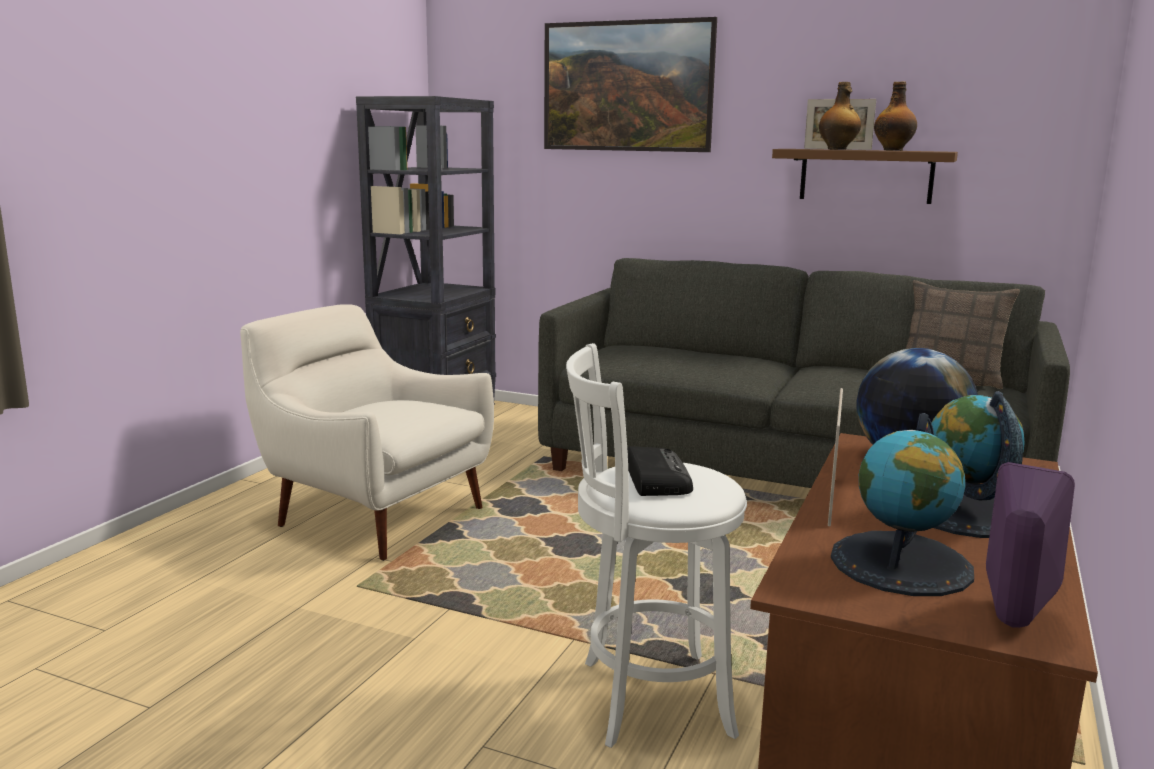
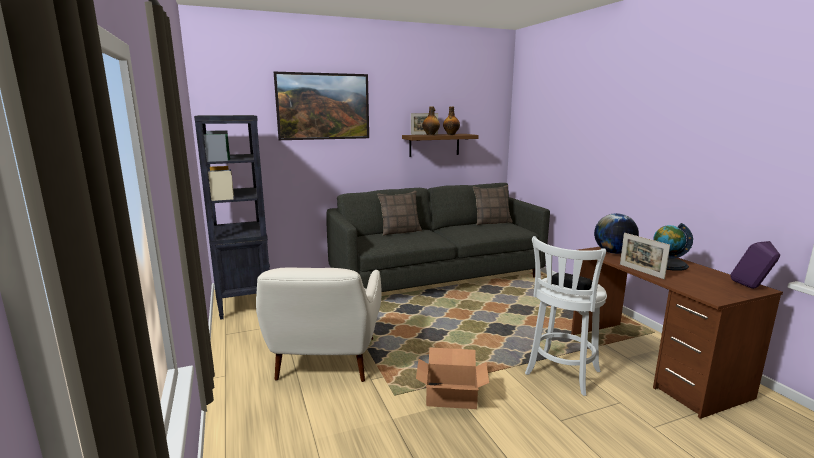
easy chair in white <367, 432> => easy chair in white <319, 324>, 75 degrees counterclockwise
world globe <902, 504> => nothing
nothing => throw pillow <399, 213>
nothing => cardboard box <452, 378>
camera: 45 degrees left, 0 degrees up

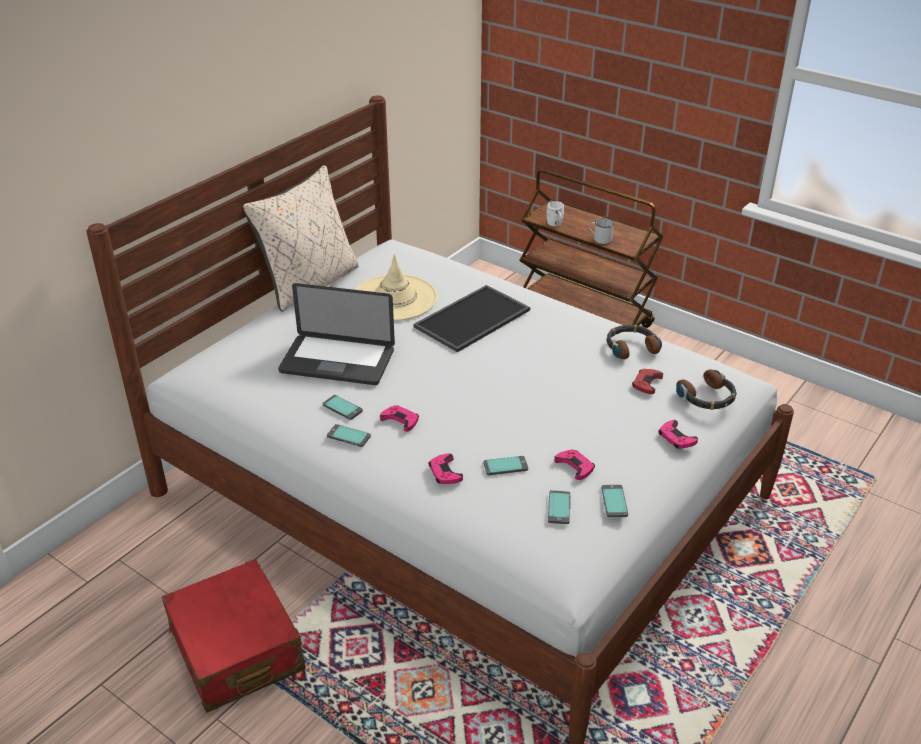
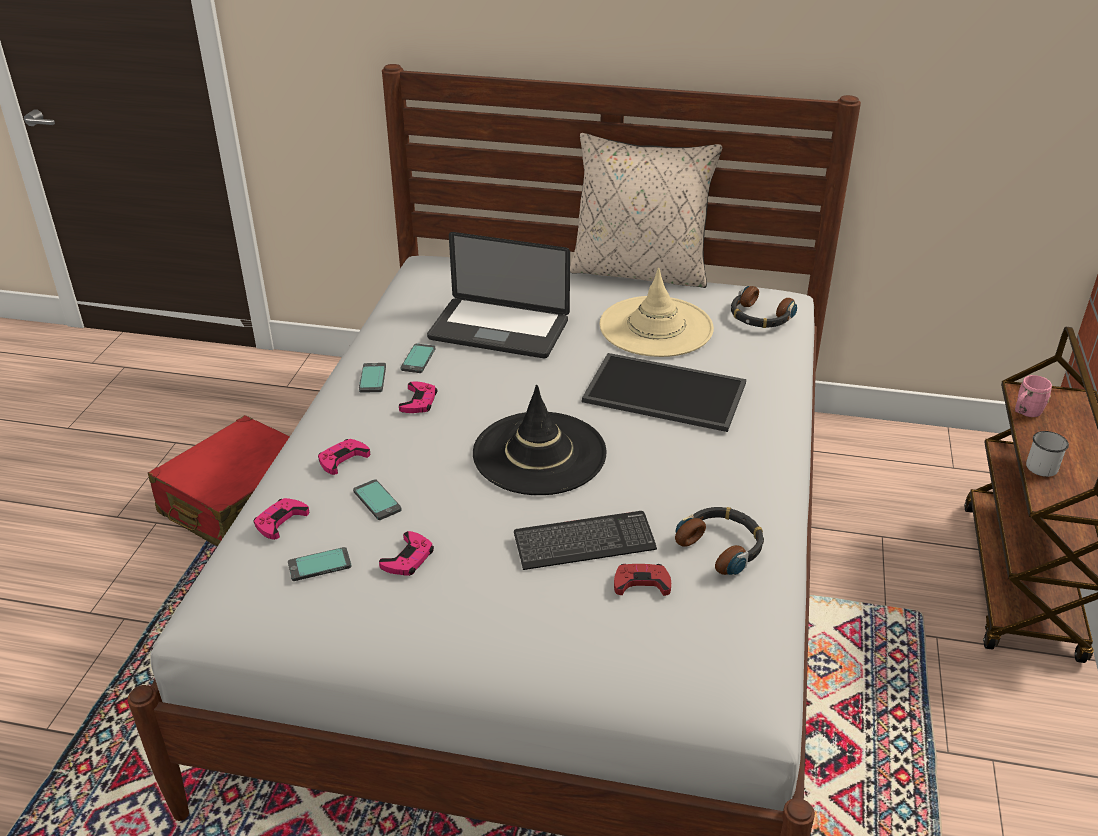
notebook computer <336, 334> => notebook computer <498, 295>, 60 degrees counterclockwise
tea mug in white <555, 214> => tea mug in pinkish <1033, 396>
handset <615, 501> => nothing
game controller in pinkish <678, 434> => game controller in pinkish <281, 519>, relocated
headphones <706, 390> => headphones <764, 307>, relocated
nothing => wearable hat in blackish <539, 440>
nothing => keyboard <585, 540>
camera: 65 degrees right, 0 degrees up

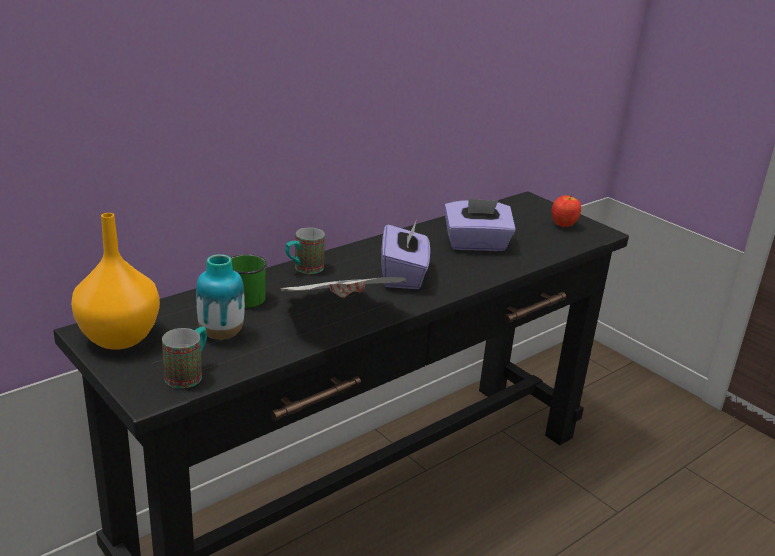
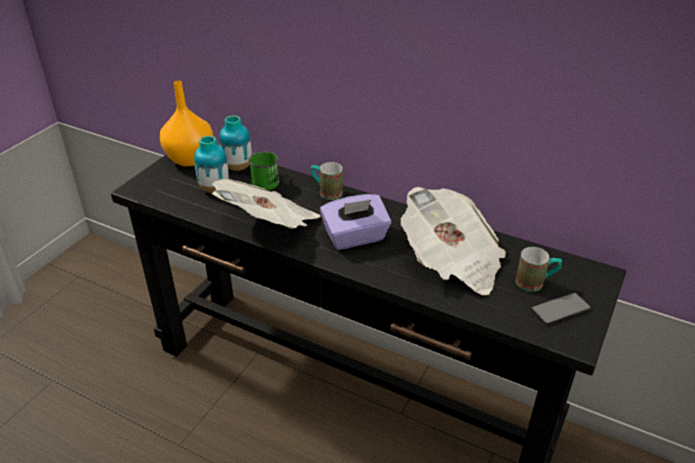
tea mug <184, 358> => tea mug <539, 269>, relocated
tissue box in purple <480, 224> => newspaper <453, 241>
apple <566, 211> => handset <561, 309>
nothing => vase <235, 143>
camera: 70 degrees right, 10 degrees up

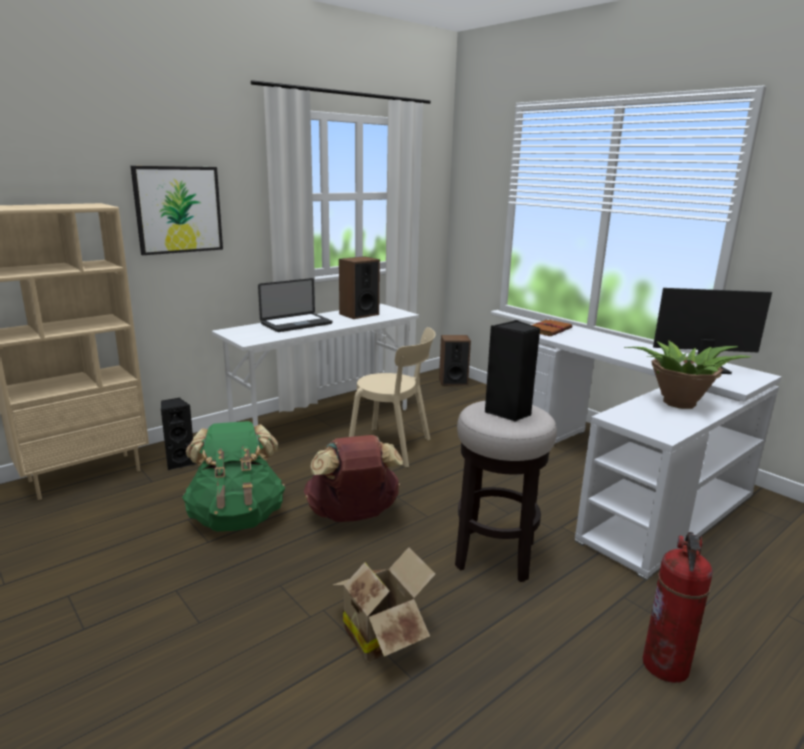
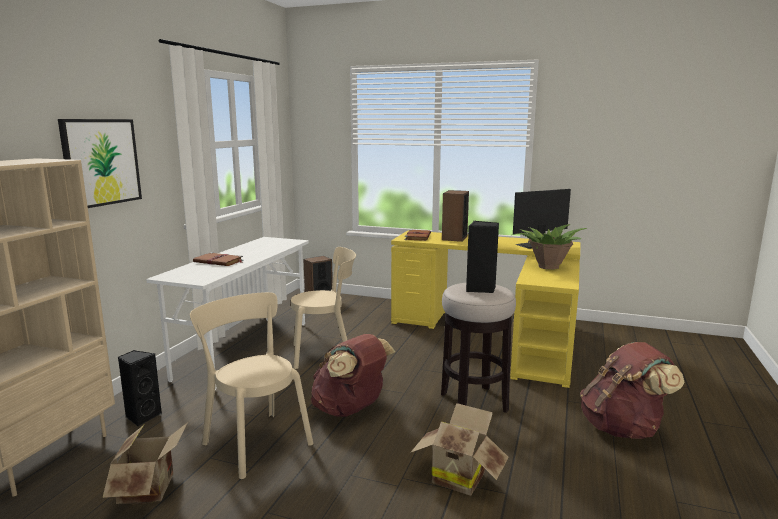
knapsack in green-coloured <233, 476> => chair in sand-coloured <251, 385>
notebook computer <295, 305> => volume in brown <218, 259>
loudspeaker <359, 287> => loudspeaker <455, 216>, relocated
desk unit in white <655, 450> => desk unit in yellow-coloured <486, 309>
fire extinguisher <678, 607> => knapsack in brown <632, 390>
nothing => cardboard box <145, 463>
camera: 30 degrees left, 5 degrees down

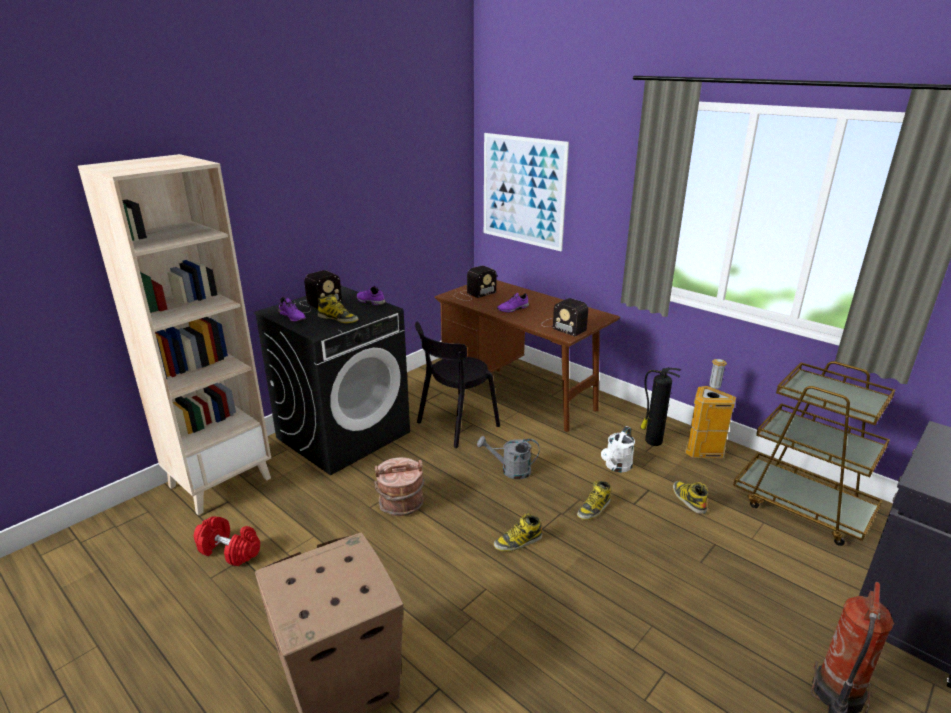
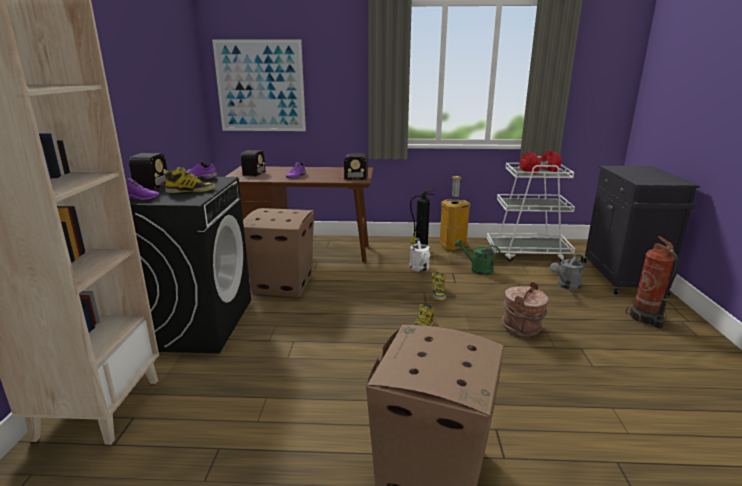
hand weight in reddish <227, 541> => hand weight in reddish <540, 162>, relocated
bucket in brown <399, 486> => bucket in brown <525, 309>, relocated
chair in blackish <457, 385> => cardboard box <278, 252>
sprinkling can in gray <508, 457> => sprinkling can in gray <567, 272>, relocated
tall boot <690, 497> => sprinkling can in green-coloured <478, 257>
trolley in brown <814, 453> => trolley in white <531, 209>
camera: 40 degrees left, 5 degrees down

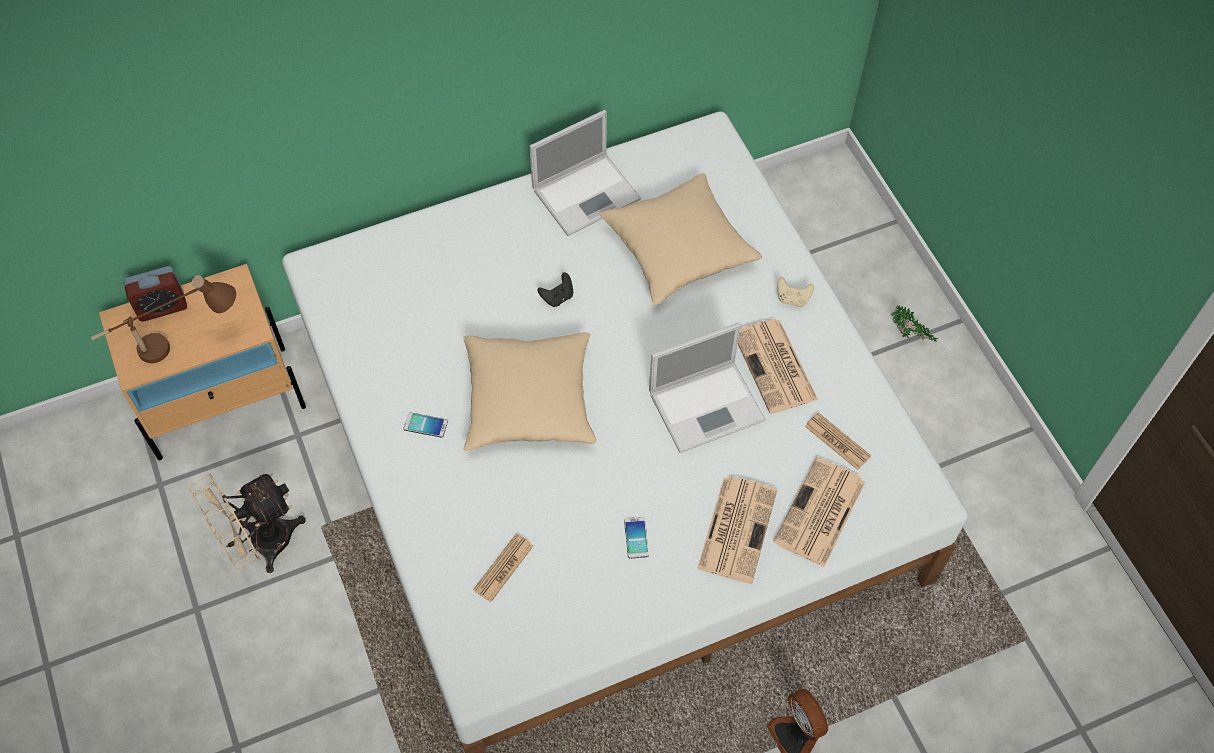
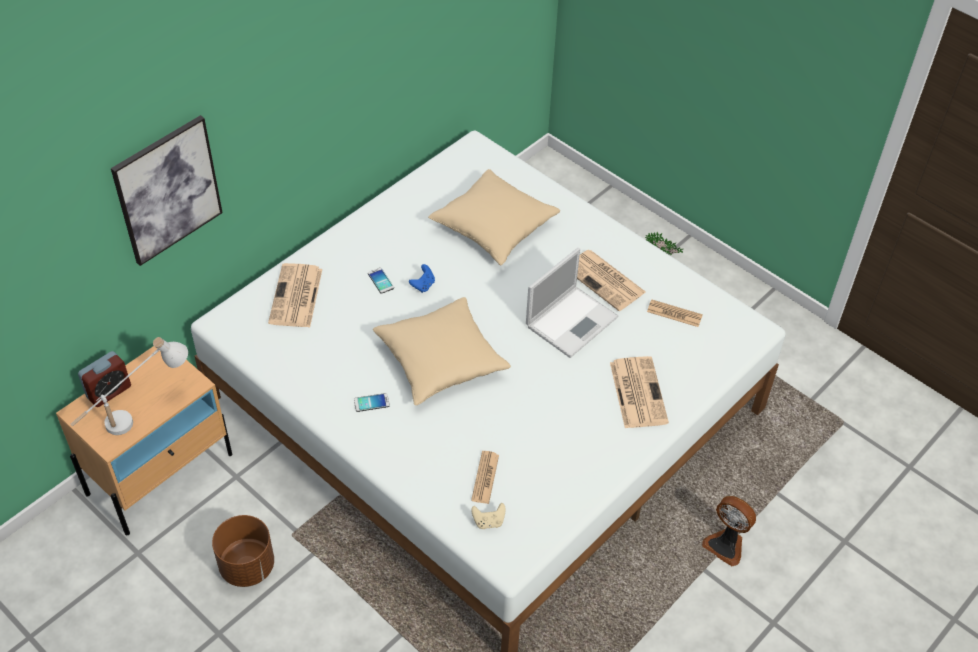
tabletop lamp in brown <163, 319> => tabletop lamp in white <129, 386>
electric fan in sand-coloured <247, 523> => flower pot in brown <243, 551>
notebook computer <585, 173> => nothing
game controller in blackish <555, 289> => game controller in blue <422, 278>
handset <636, 538> => handset <381, 281>, relocated
newspaper <819, 512> => newspaper <295, 295>, relocated
game controller in sand-coloured <795, 292> => game controller in sand-coloured <488, 516>, relocated
nothing => wall art <167, 190>
camera: 25 degrees left, 10 degrees down

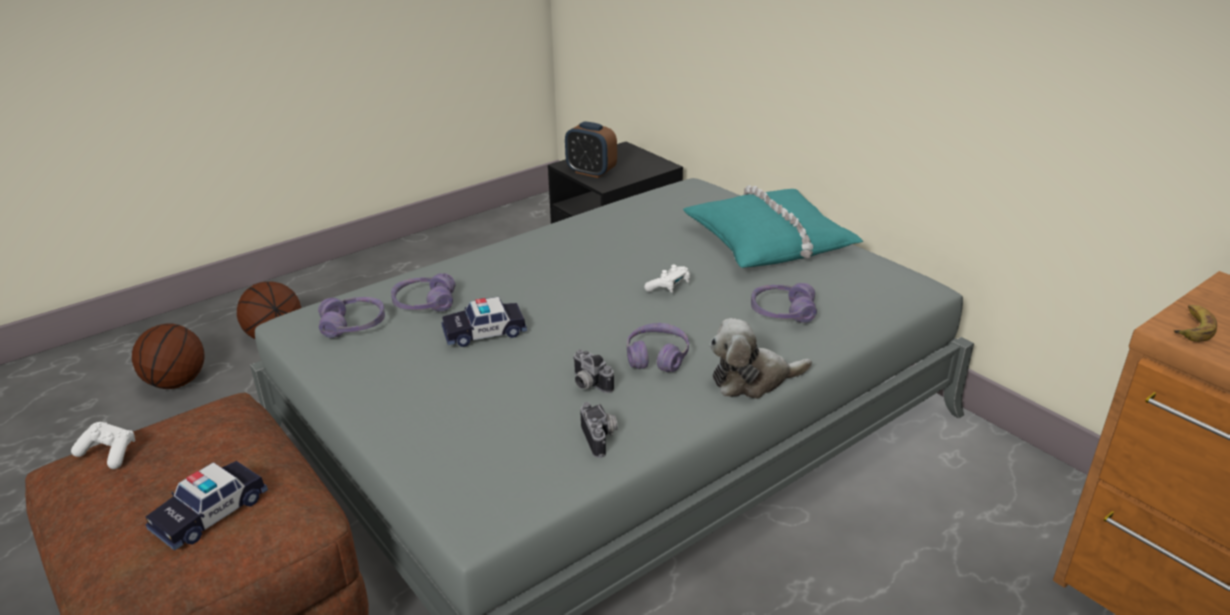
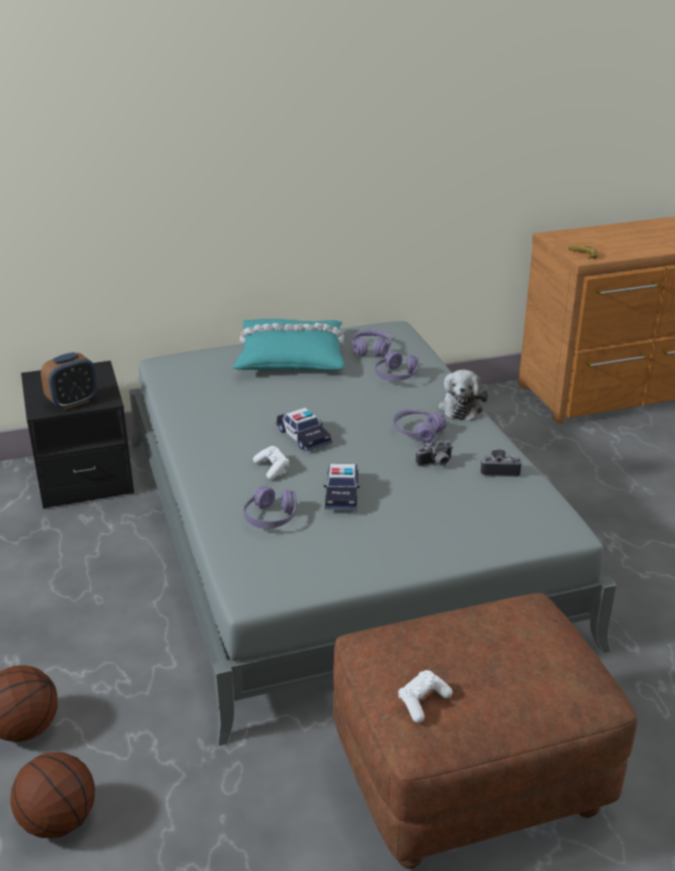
toy car <206, 506> => toy car <304, 429>, relocated
headphones in purple <351, 317> => headphones in purple <371, 343>, relocated
game controller in white <667, 279> => game controller in white <271, 463>, relocated
camera: 70 degrees left, 0 degrees up

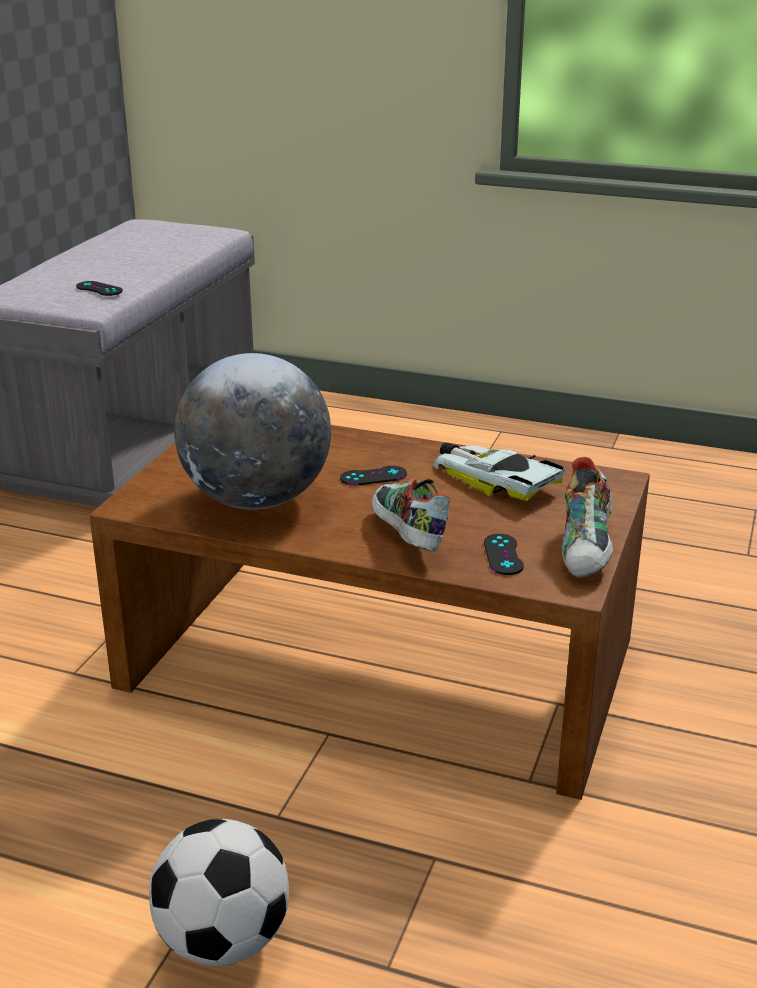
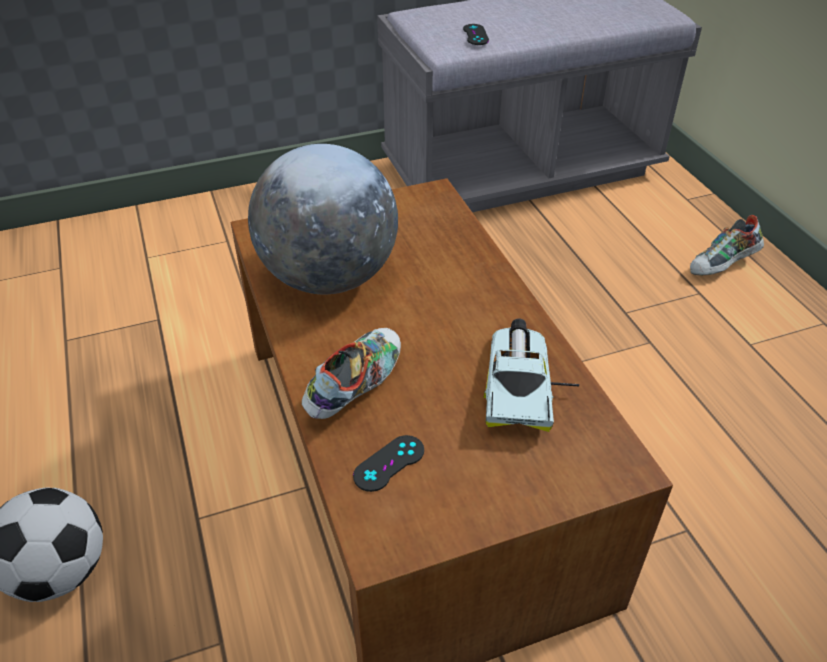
game controller in blackish <373, 476> => nothing
low shoe <587, 517> => low shoe <727, 245>, relocated
camera: 50 degrees right, 15 degrees up

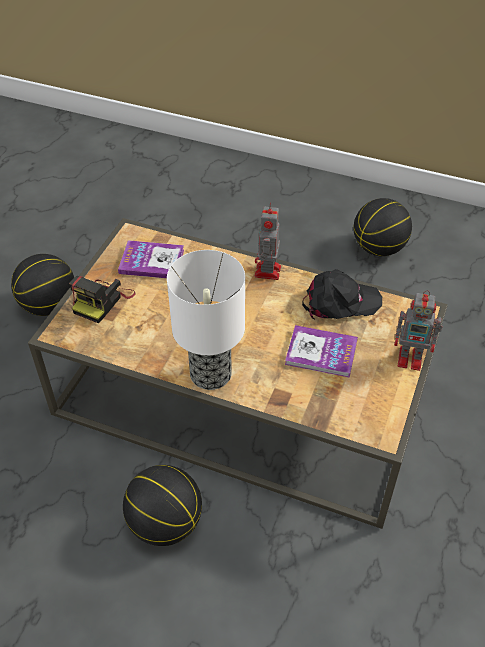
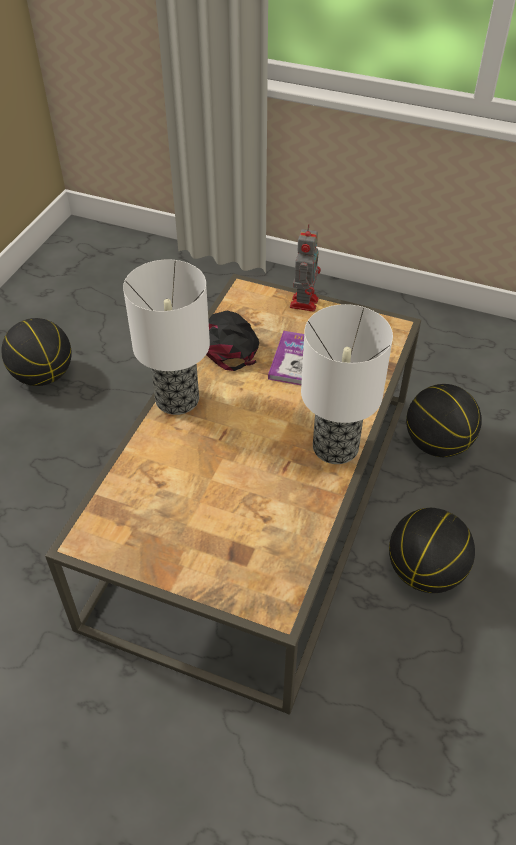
basketball <42, 285> => basketball <444, 420>, relocated
photo camera <102, 299> => nothing
volume <151, 259> => nothing
toy robot <268, 241> => tabletop lamp <166, 337>
camera: 90 degrees left, 0 degrees up

